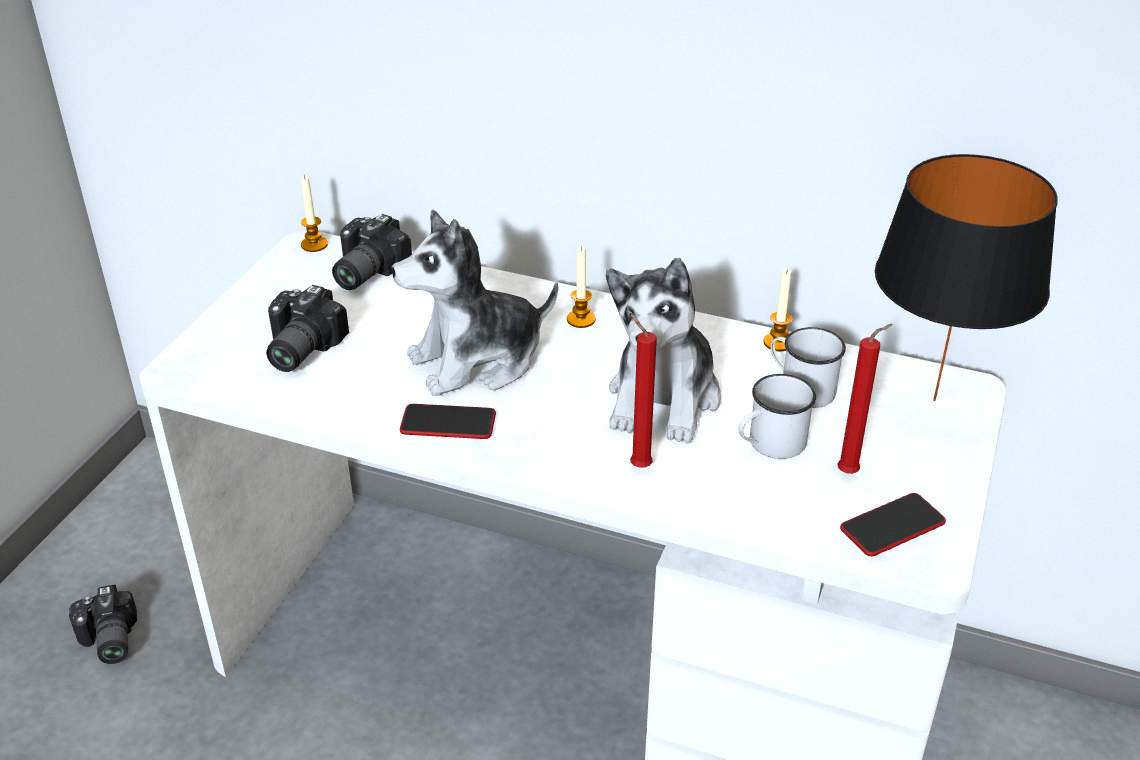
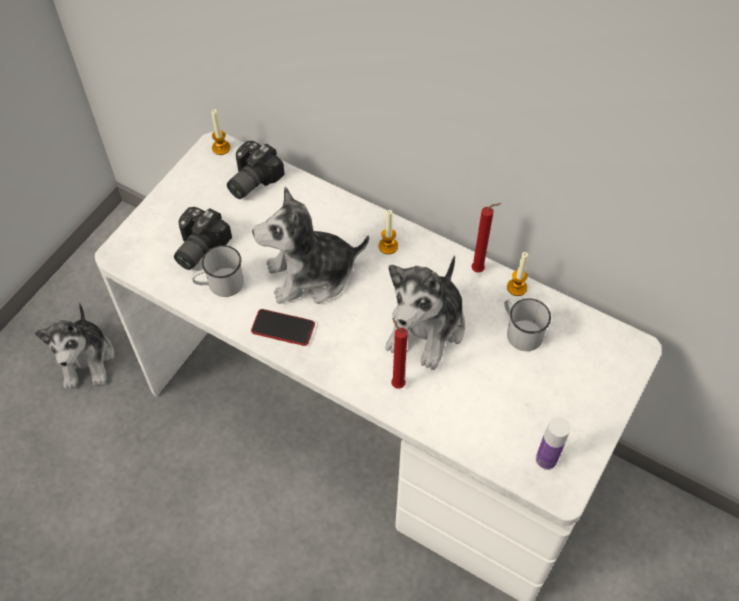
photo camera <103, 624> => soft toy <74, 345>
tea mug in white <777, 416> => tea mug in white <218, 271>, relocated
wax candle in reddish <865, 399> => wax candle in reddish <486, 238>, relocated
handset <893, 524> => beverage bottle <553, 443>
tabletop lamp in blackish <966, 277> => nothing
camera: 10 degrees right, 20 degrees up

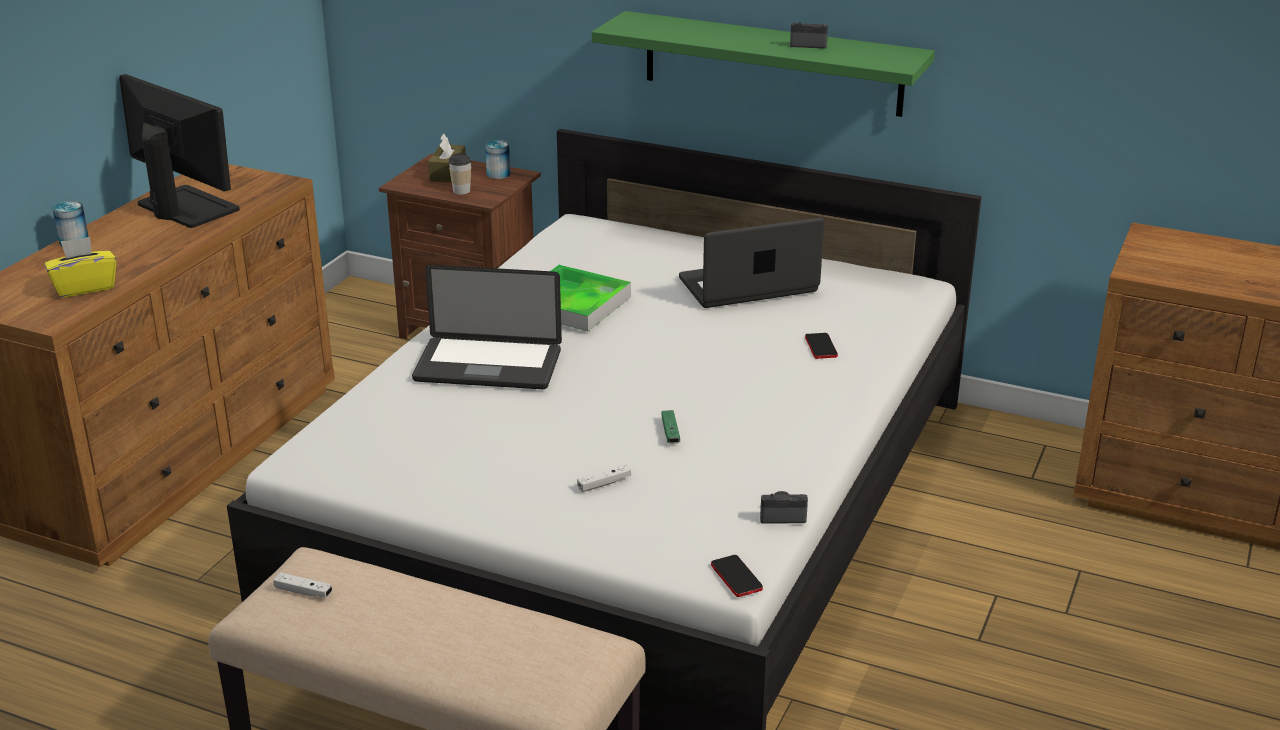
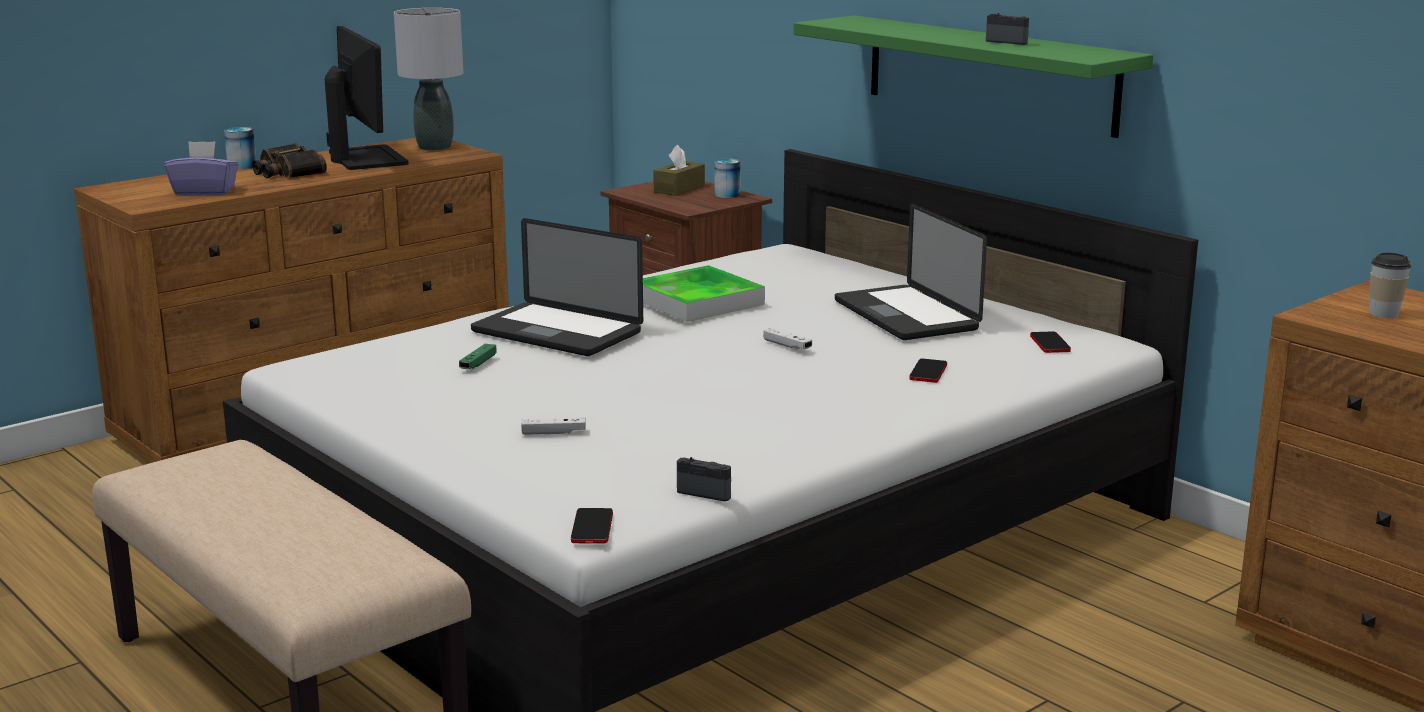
tissue box in yellow-coloured <81, 267> => tissue box in purple <201, 168>
game controller in white <302, 585> => game controller in white <787, 339>, relocated
drinking cup <459, 174> => drinking cup <1390, 285>, relocated
game controller in green-coloured <671, 427> => game controller in green-coloured <477, 356>, relocated
notebook computer <751, 263> => notebook computer <911, 271>, 120 degrees counterclockwise
nothing => field glasses <289, 160>
nothing => tabletop lamp in gray <429, 79>
nothing => handset <1050, 342>
camera: 25 degrees right, 10 degrees down

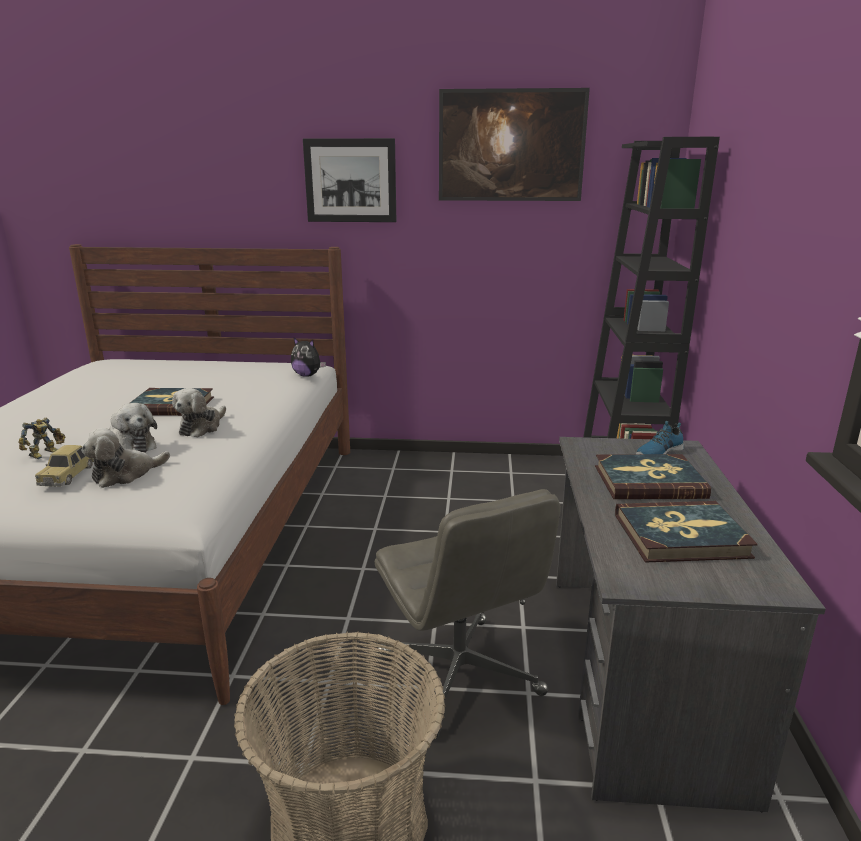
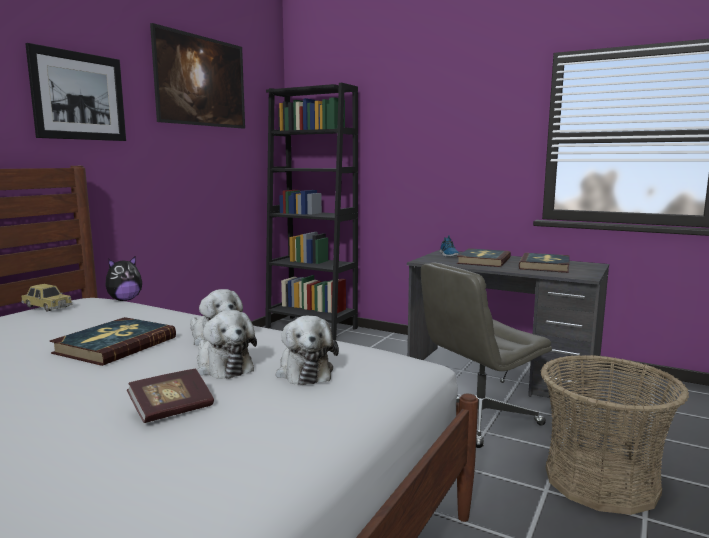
toy robot <41, 438> => volume <170, 396>
toy car <64, 466> => toy car <46, 298>, relocated
soft toy <133, 428> => soft toy <227, 344>, 75 degrees clockwise
office chair in gray <468, 613> => office chair in gray <486, 355>, 150 degrees clockwise
camera: 65 degrees left, 10 degrees down

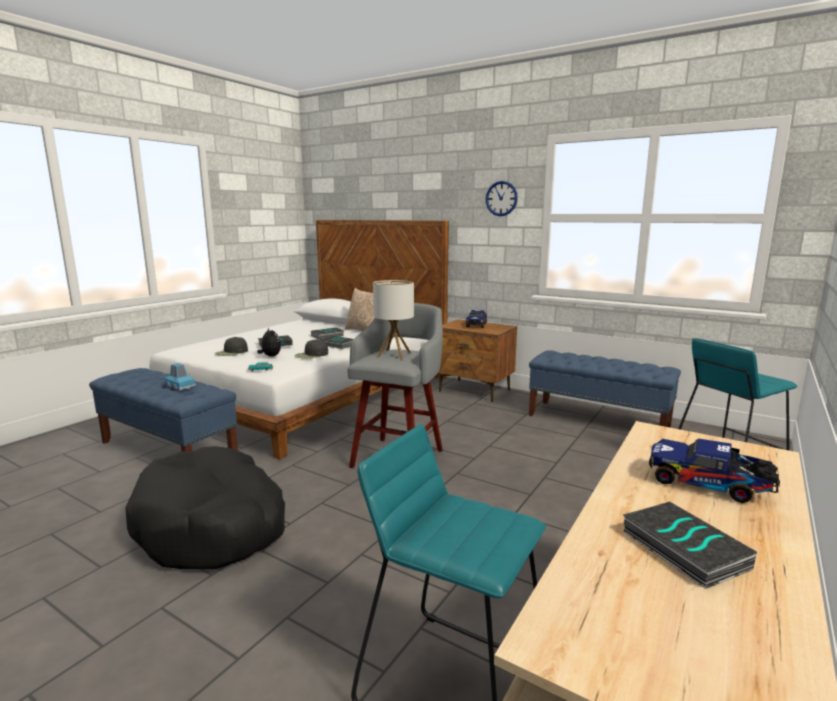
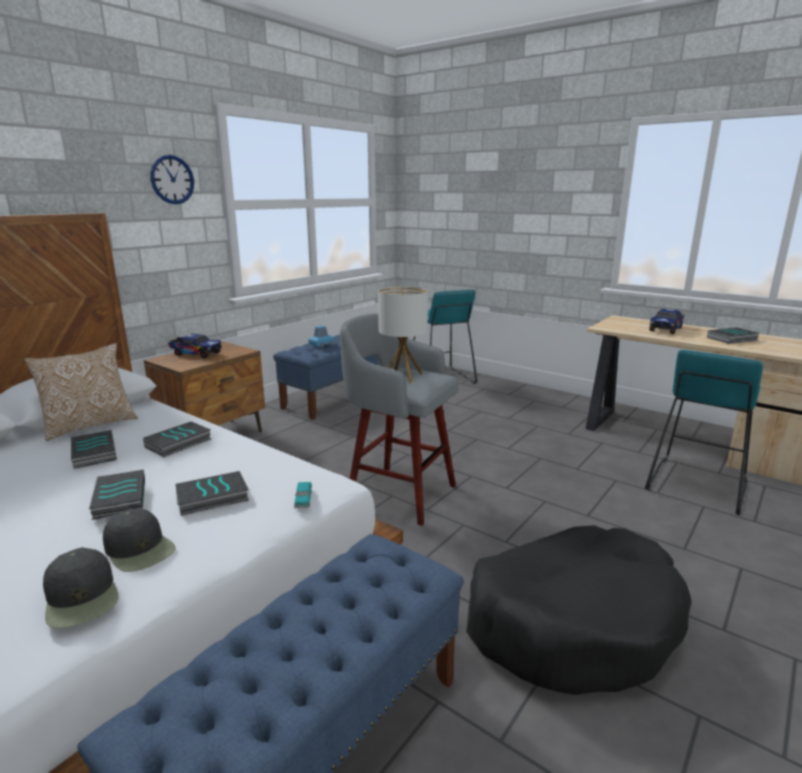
toy car in blue <180, 376> => toy car in blue <322, 336>, relocated
soft toy <269, 342> => volume <212, 493>
cap in blackish <311, 349> => cap in blackish <80, 587>, relocated
camera: 85 degrees left, 5 degrees up

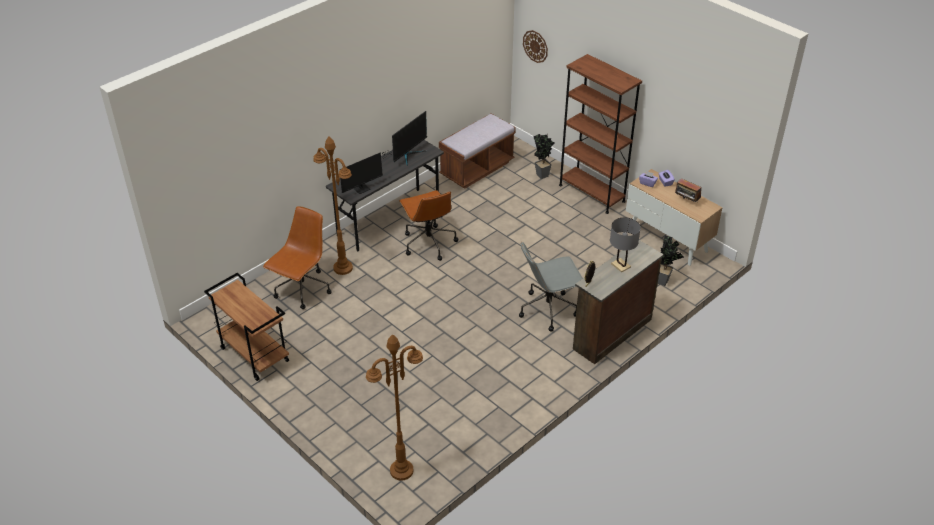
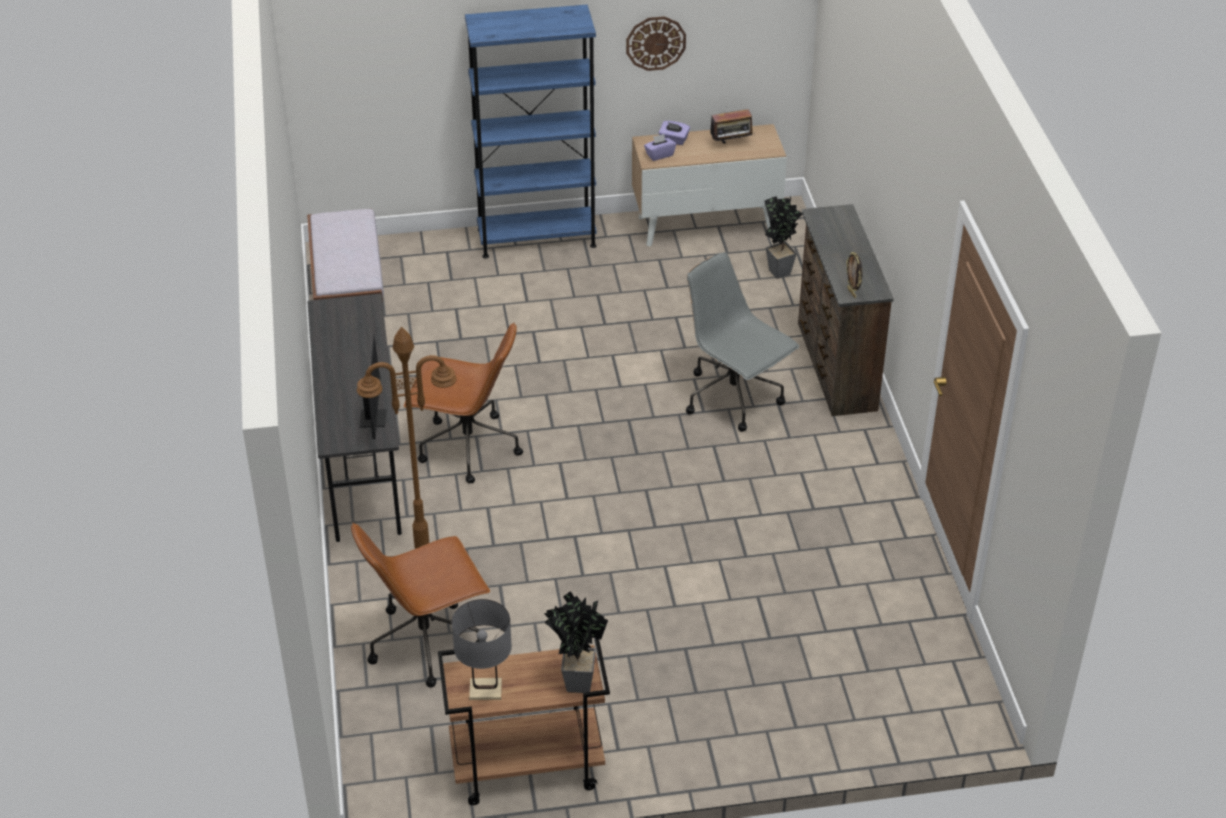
office chair in brown <297, 257> => office chair in brown <420, 605>, 90 degrees counterclockwise
floor lamp in brown <394, 407> => nothing
computer screen <409, 138> => nothing
office chair in gray <551, 287> => office chair in gray <743, 342>, 120 degrees clockwise
wall clock <535, 46> => wall clock <656, 43>, relocated
plant in a pot <543, 156> => plant in a pot <576, 642>, relocated
bookshelf in brown <600, 134> => bookshelf in blue <530, 131>
tabletop lamp in gray <625, 244> => tabletop lamp in gray <482, 649>, relocated
camera: 55 degrees left, 0 degrees up

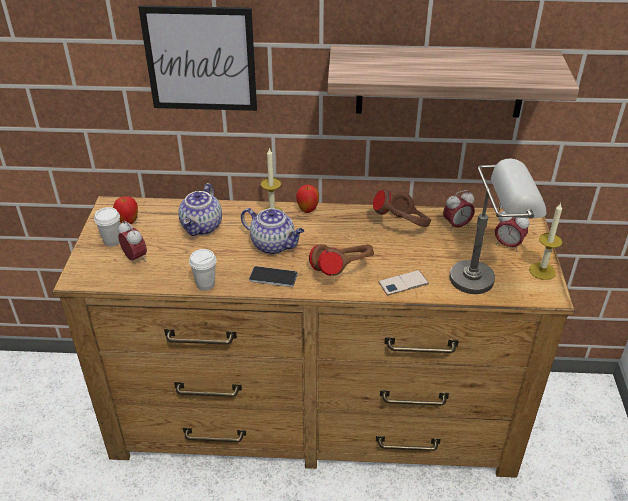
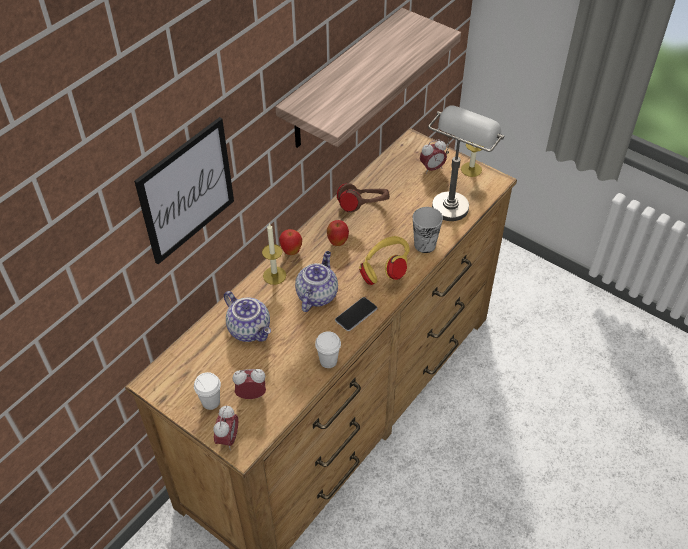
apple <125, 210> => apple <338, 233>, relocated
teapot <272, 231> => teapot <316, 281>, 45 degrees counterclockwise
headphones in brown <341, 260> => headphones in yellow-coloured <384, 260>
handset <403, 282> => drinking cup <428, 230>
alarm clock <459, 210> => alarm clock <226, 427>, relocated
camera: 55 degrees left, 10 degrees up

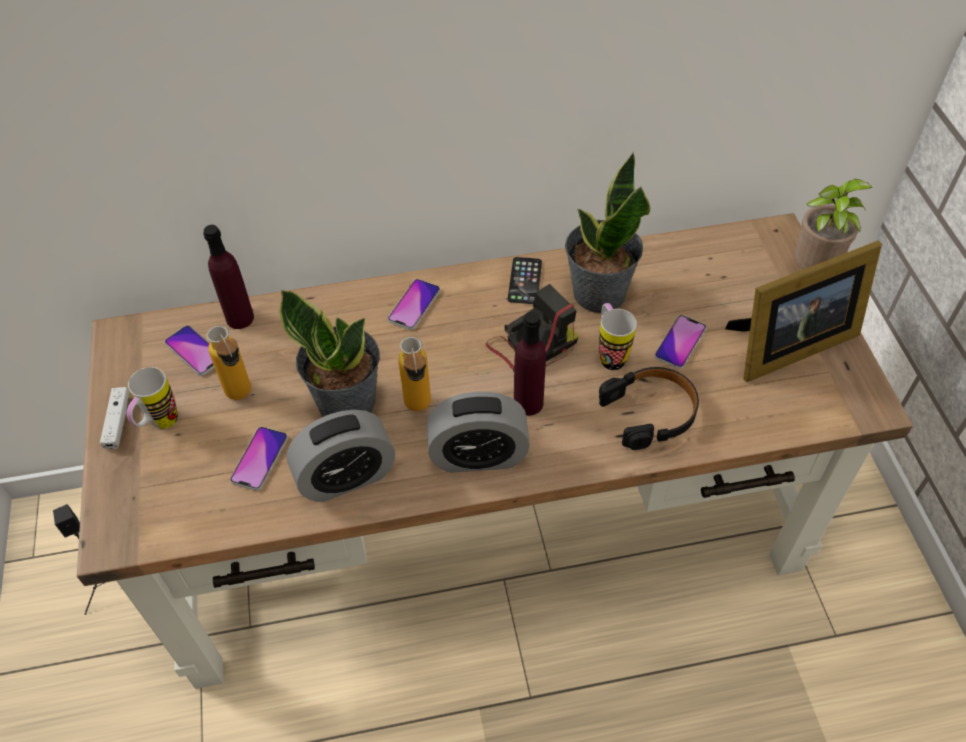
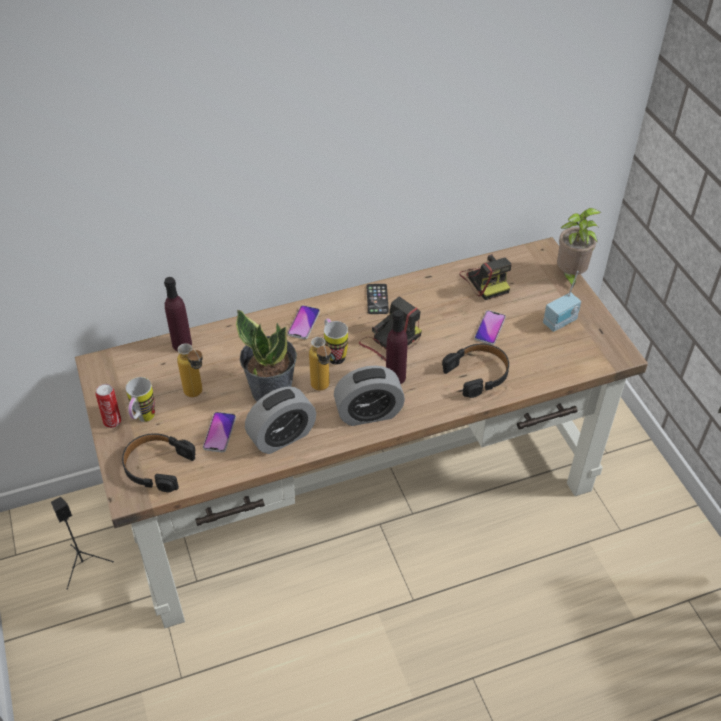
game controller in white <115, 418> => can <108, 406>
handset <190, 350> => nothing
plant in a pot <607, 233> => nothing
tea mug <618, 336> => tea mug <336, 341>, relocated
picture frame <803, 311> => radio <562, 301>
nothing => headphones in blackish <158, 462>
nothing => photo camera <485, 277>
camera: 10 degrees left, 5 degrees down

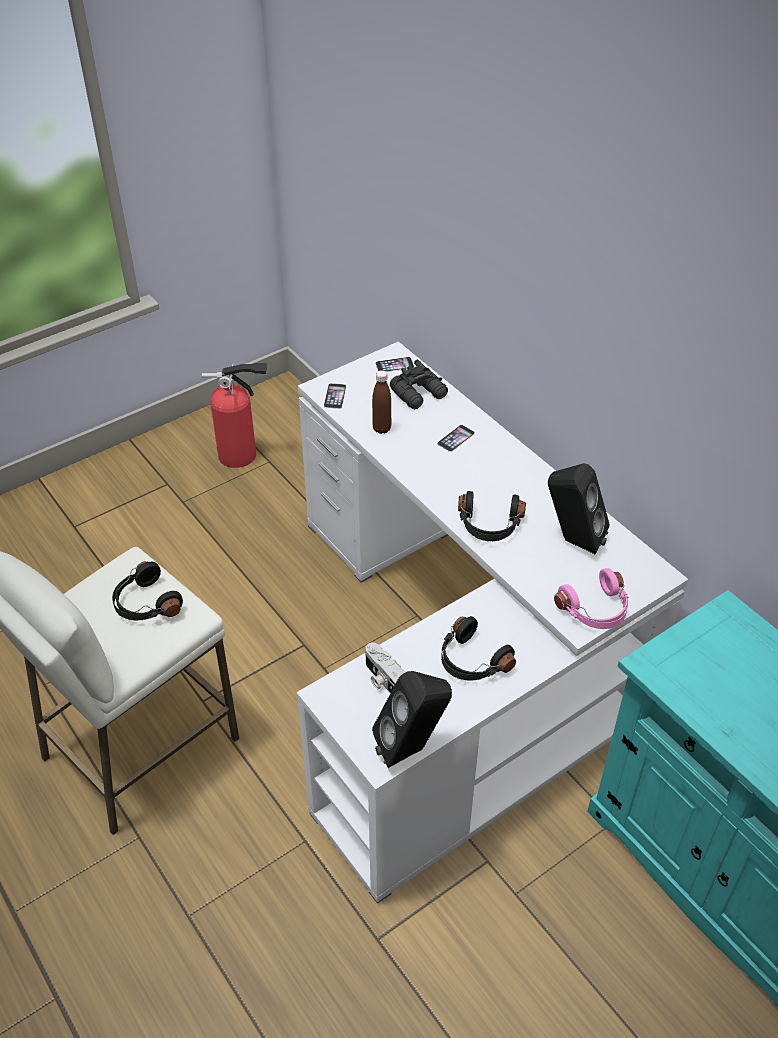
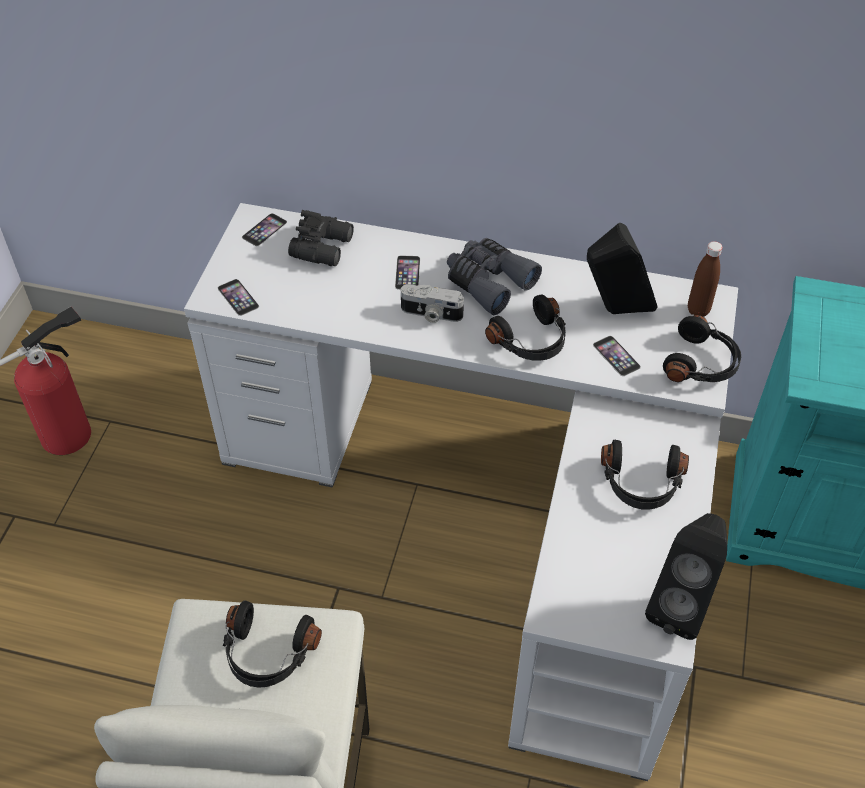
photo camera <385, 667> => photo camera <432, 303>, relocated
beverage bottle in brown <381, 402> => beverage bottle in brown <705, 279>, relocated
headphones in pinkish <591, 598> => headphones in blackish <702, 348>
nothing => field glasses in gray <494, 276>
nothing => handset <617, 356>
camera: 40 degrees left, 5 degrees up

